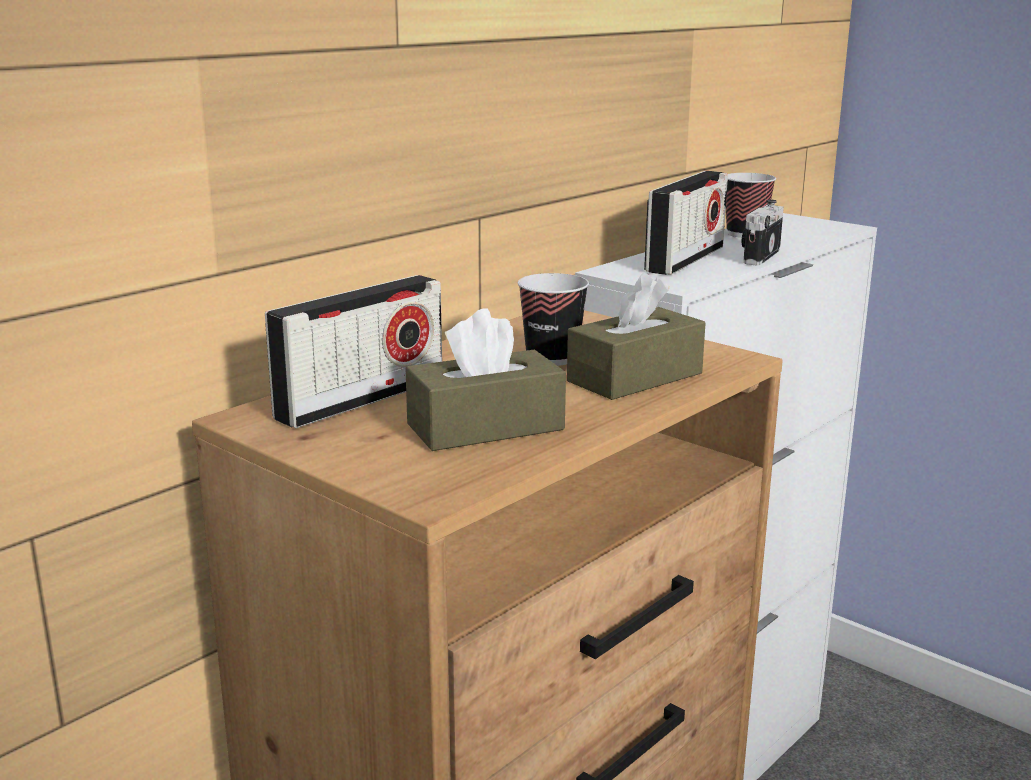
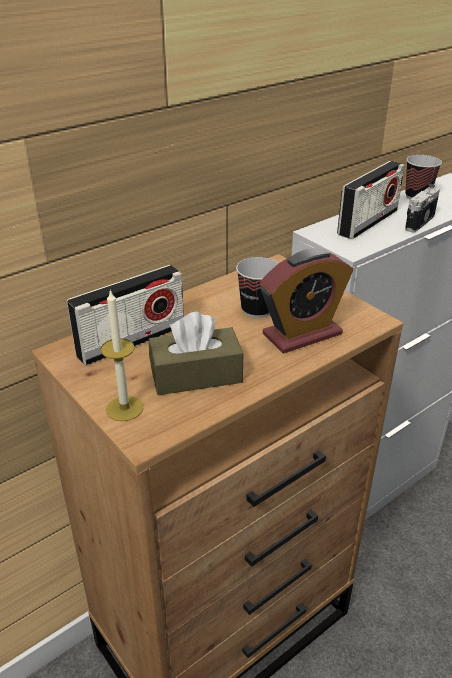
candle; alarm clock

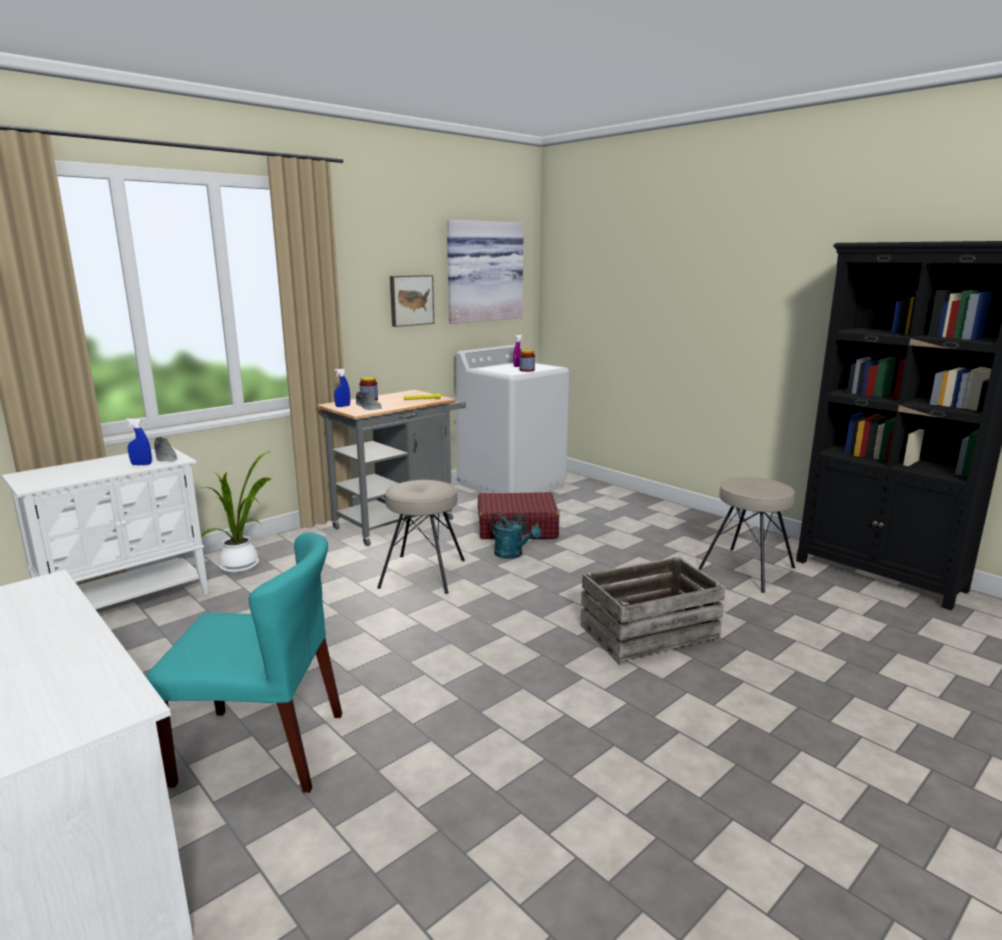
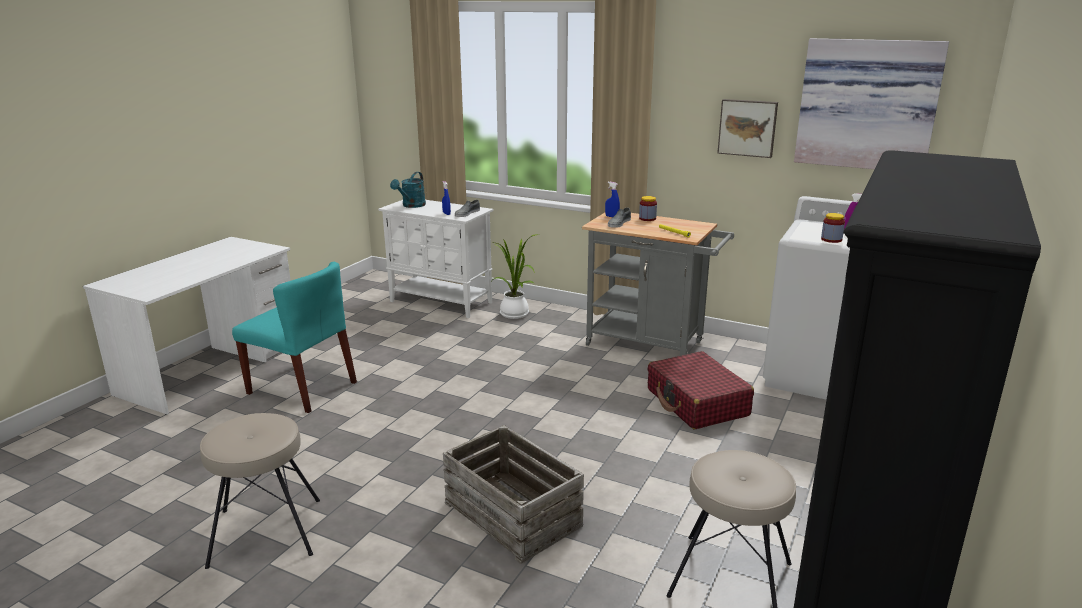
beige stool (no. 1 from left); turquoise chair; turquoise watering can

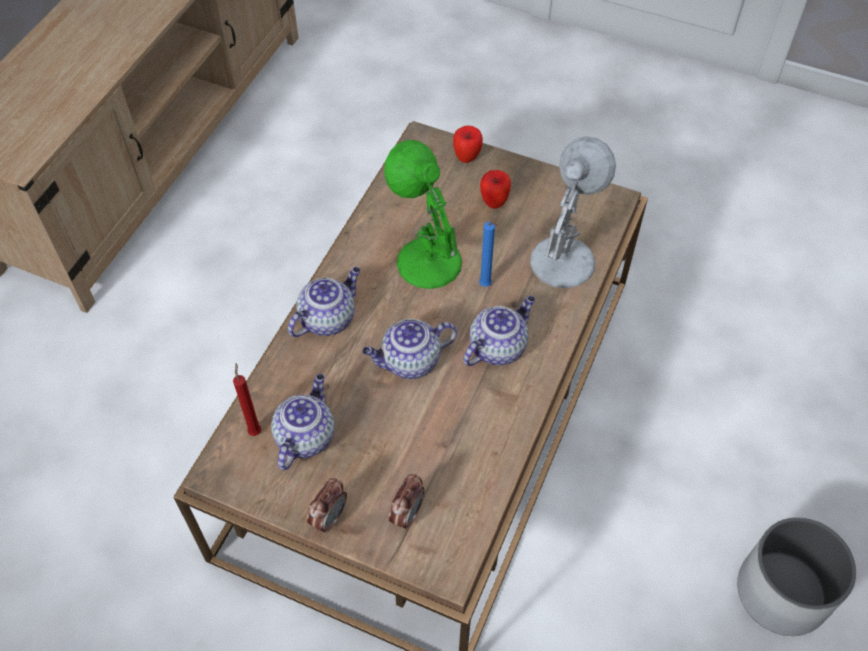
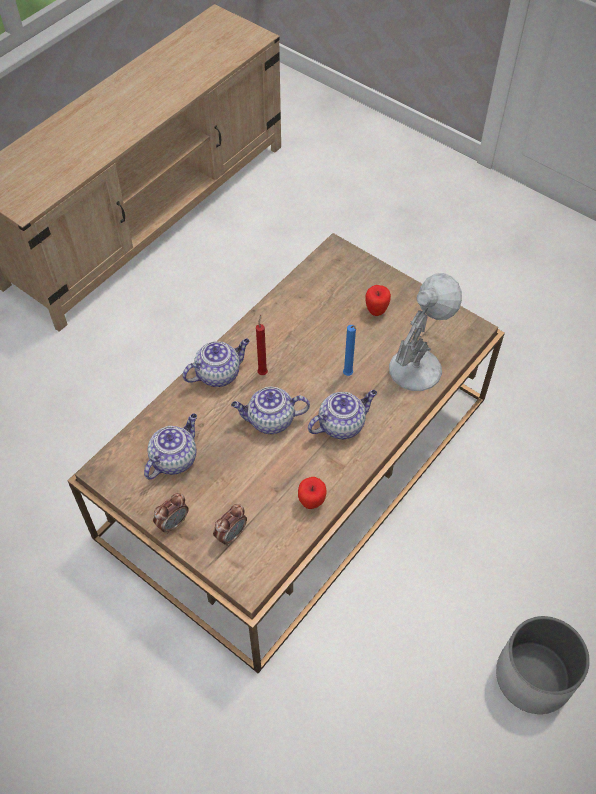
red candle; apple (no. 1 from left); green table lamp

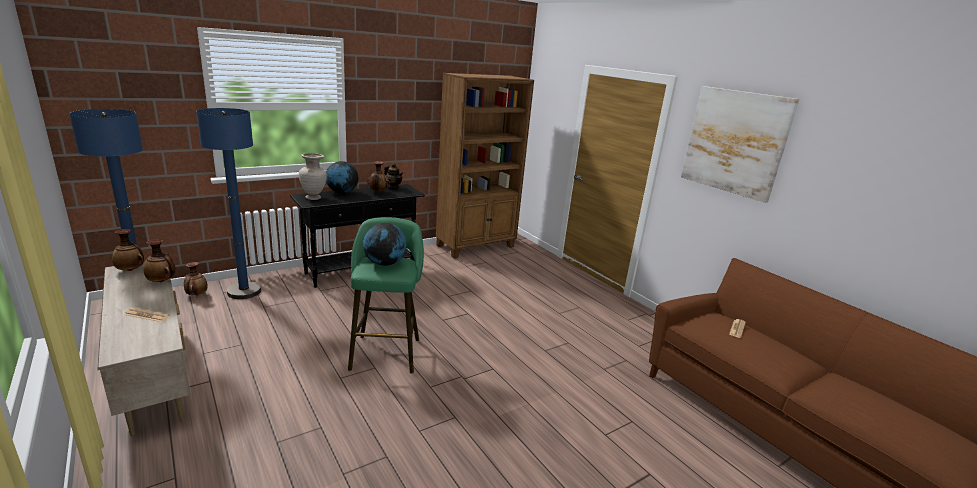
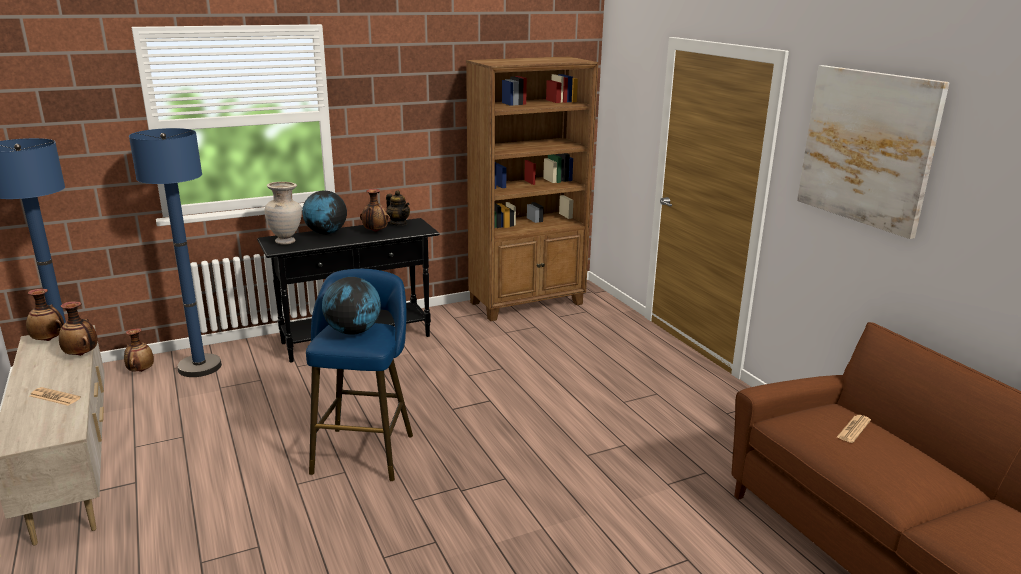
blue stool

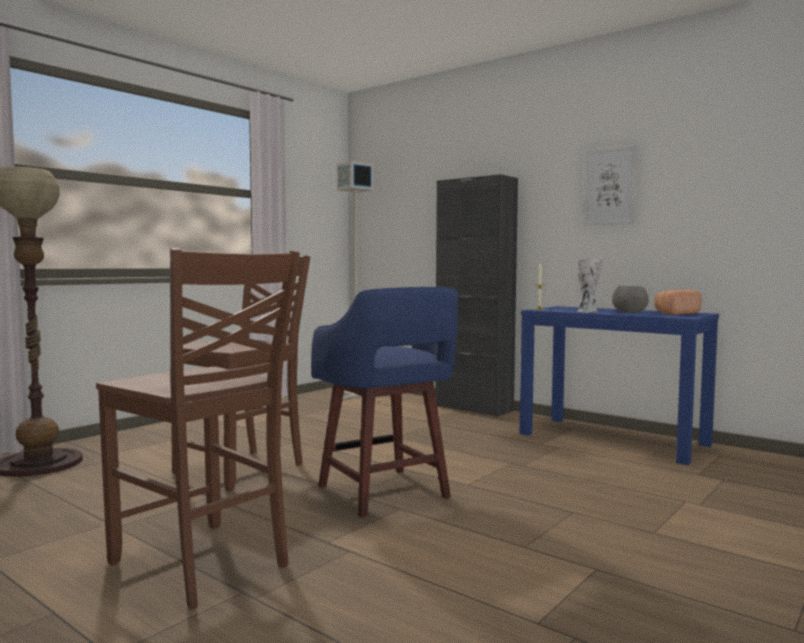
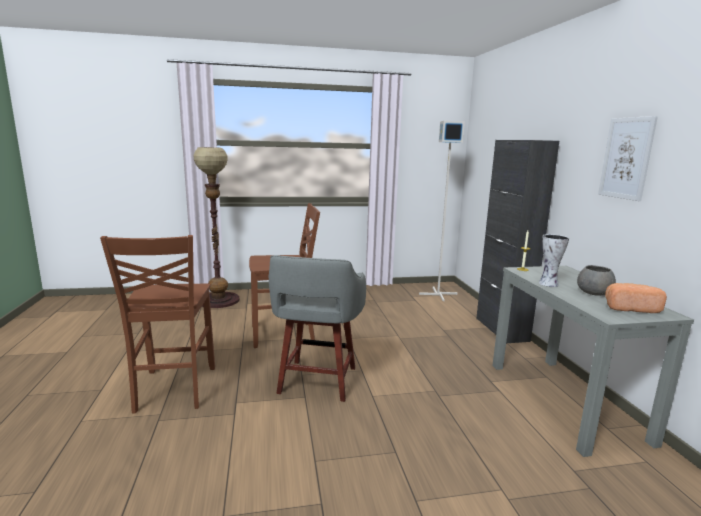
grey stool; grey console table

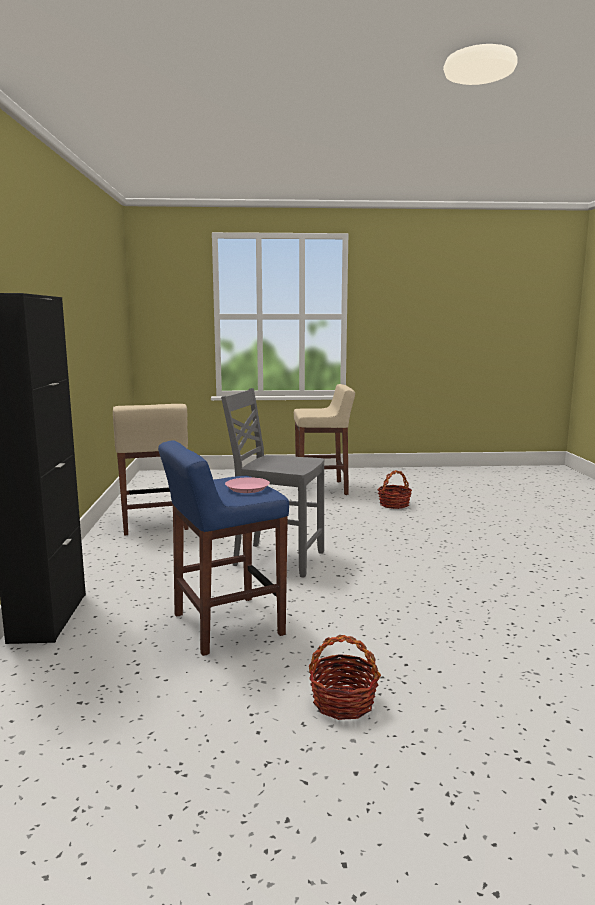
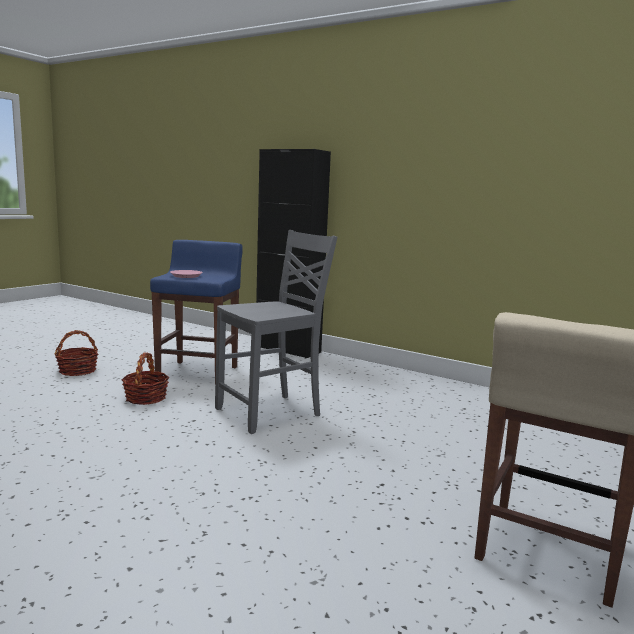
basket (no. 2 from left); beige stool (no. 1 from left in the first image)

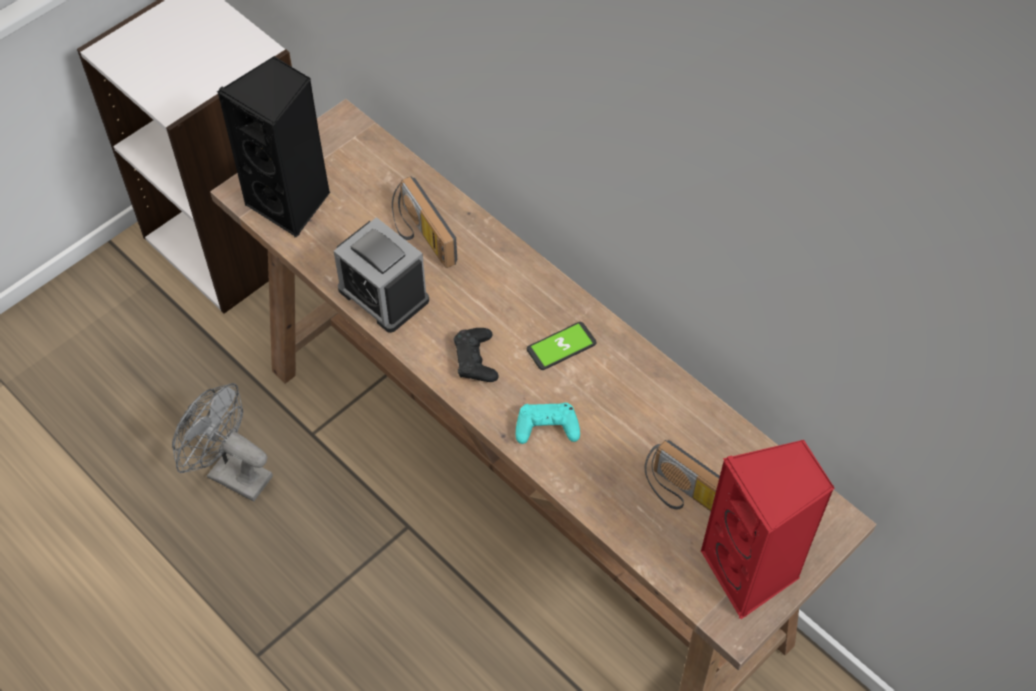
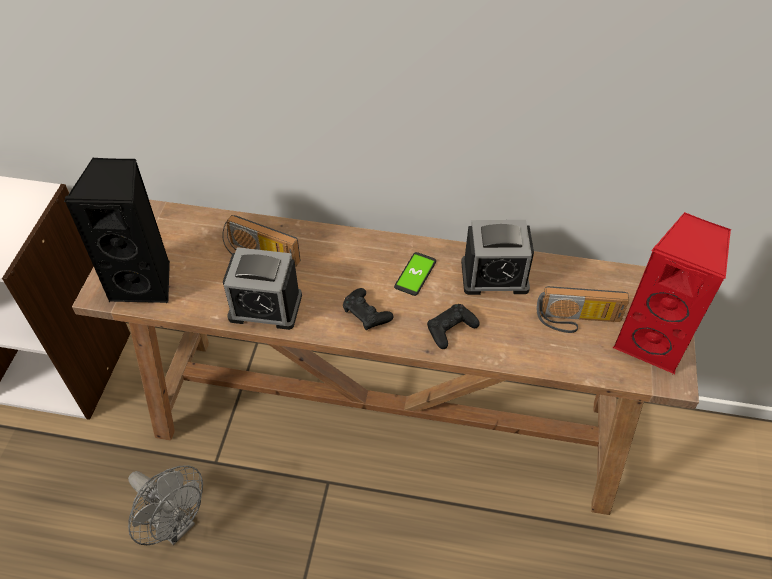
grey fan; black game controller (no. 2 from left); alarm clock (no. 2 from left)

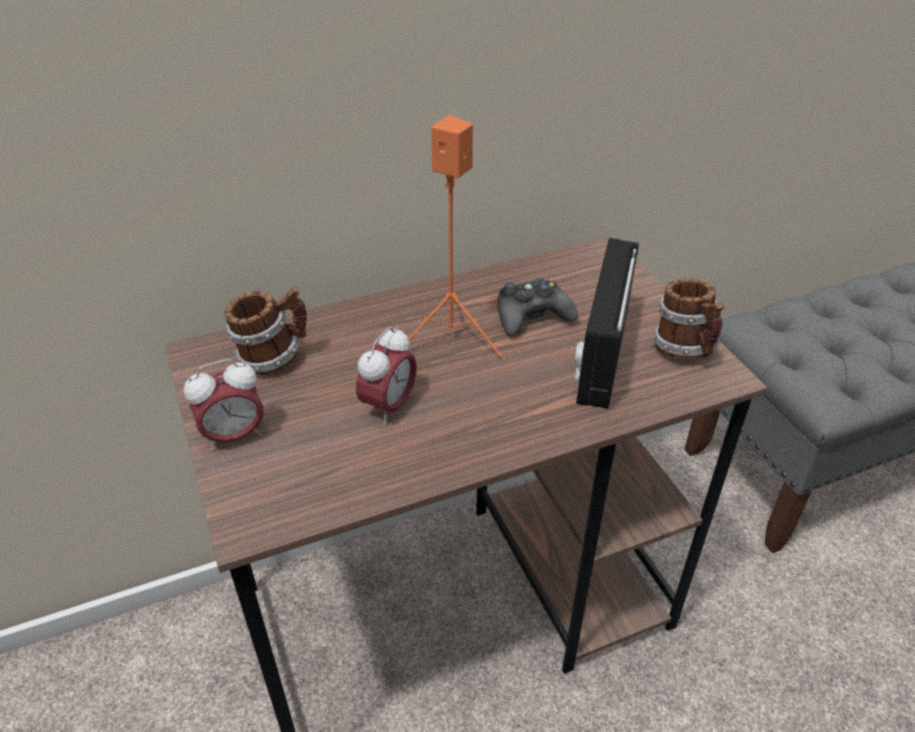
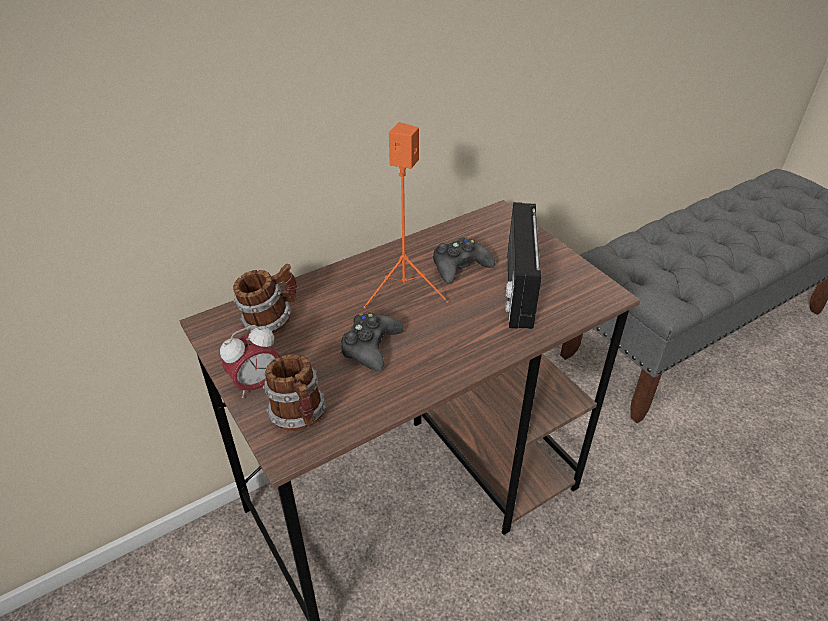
mug (no. 2 from left); black game controller (no. 1 from left)

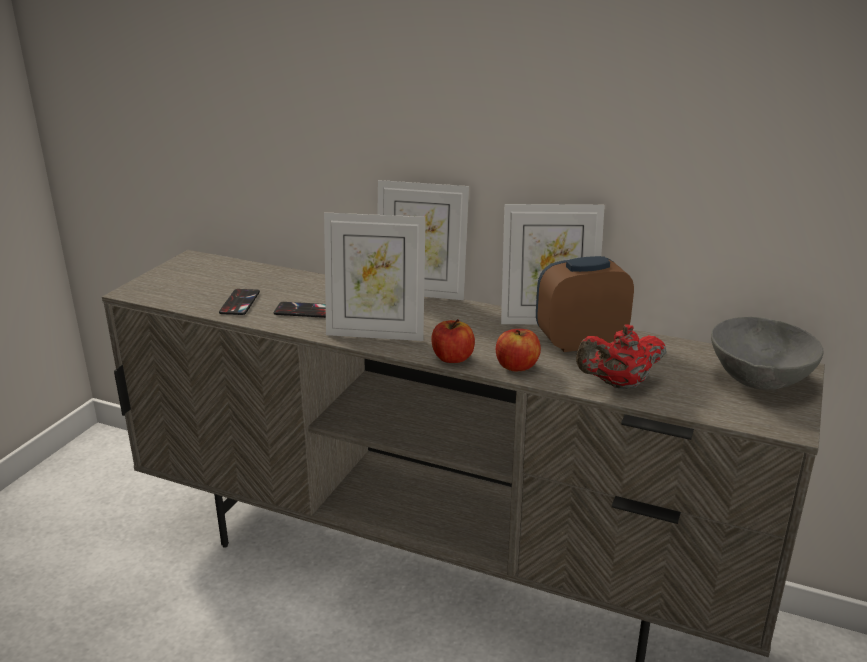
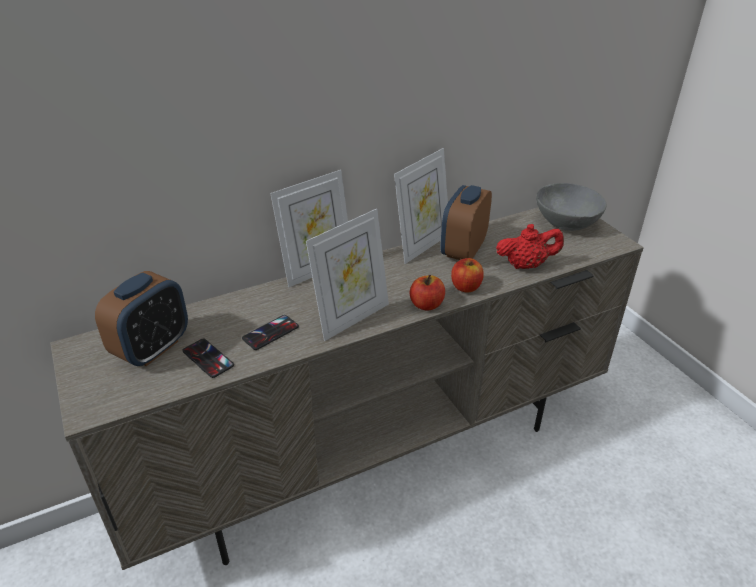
alarm clock (no. 1 from left); red teapot

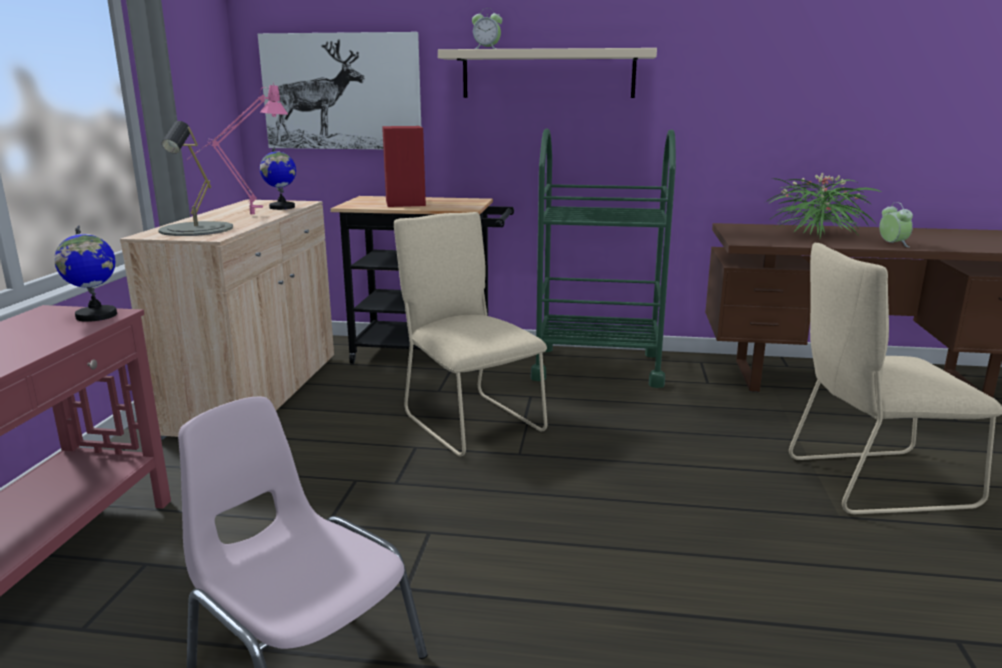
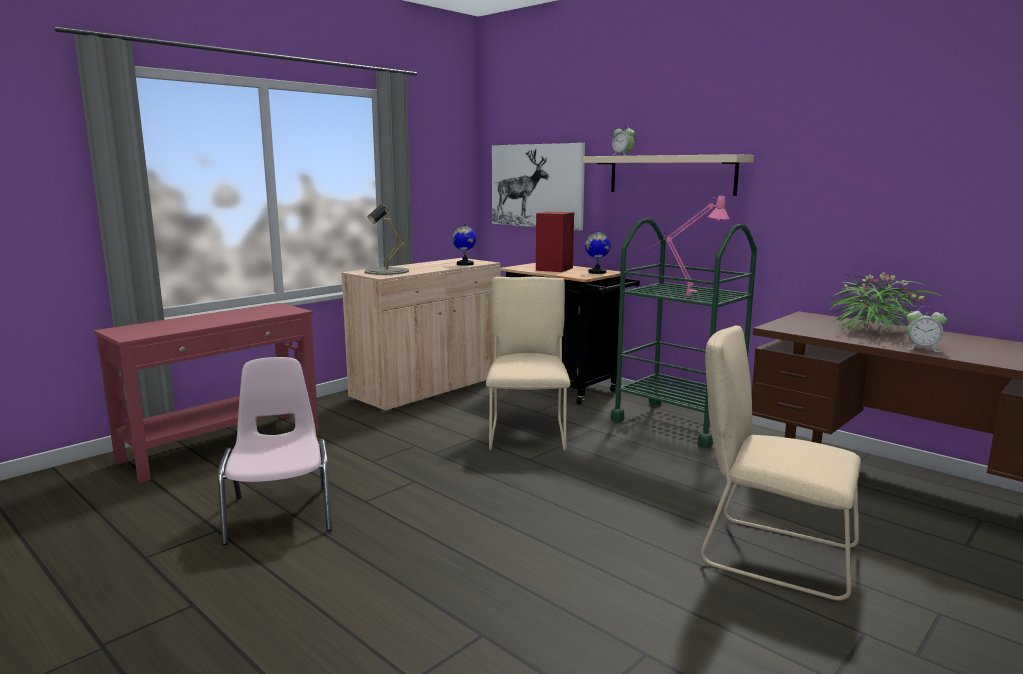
globe (no. 2 from left); pink table lamp; alarm clock (no. 2 from left)

